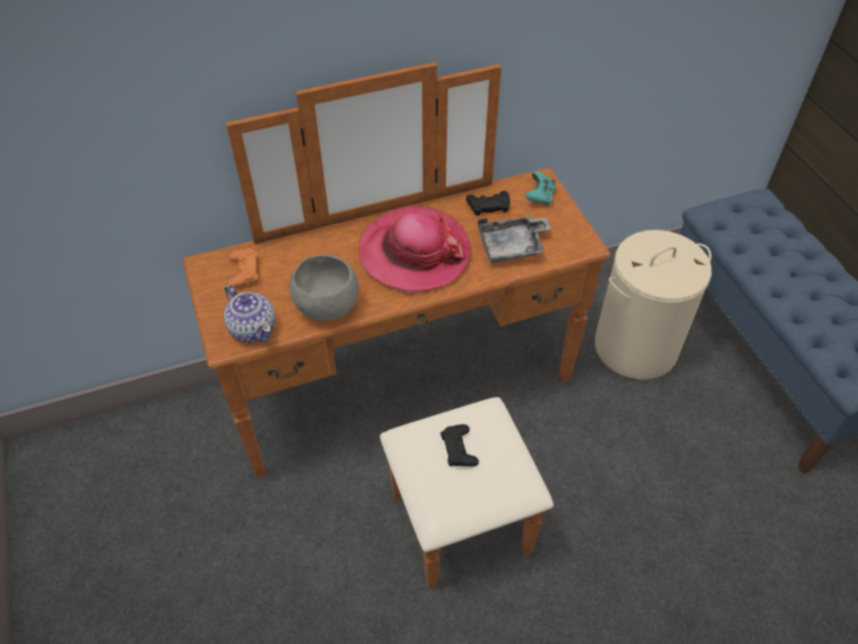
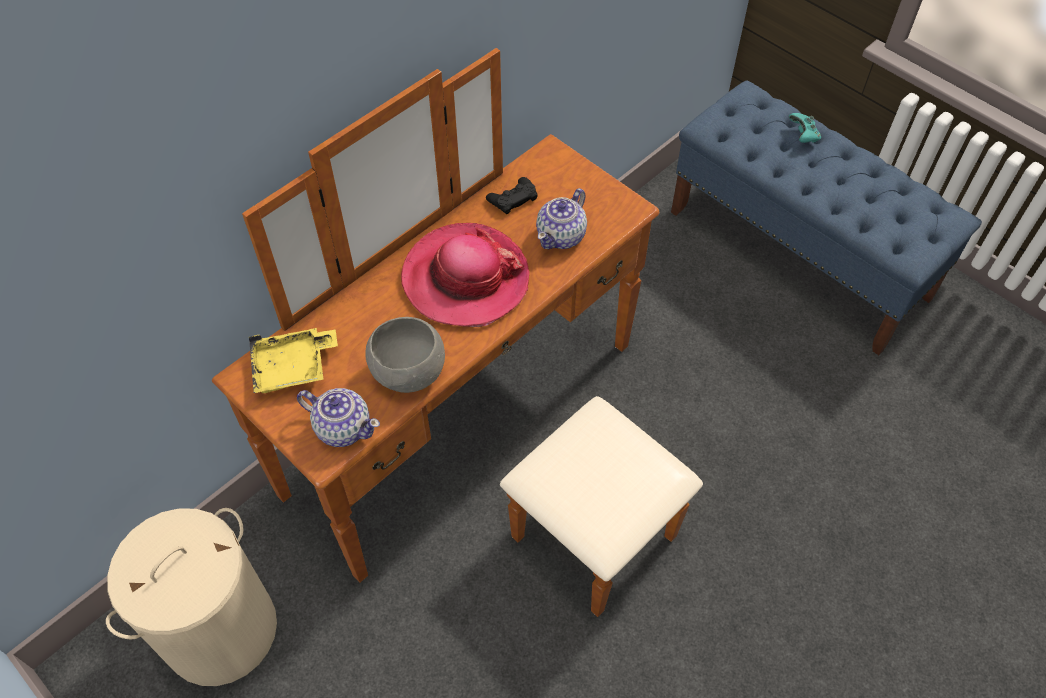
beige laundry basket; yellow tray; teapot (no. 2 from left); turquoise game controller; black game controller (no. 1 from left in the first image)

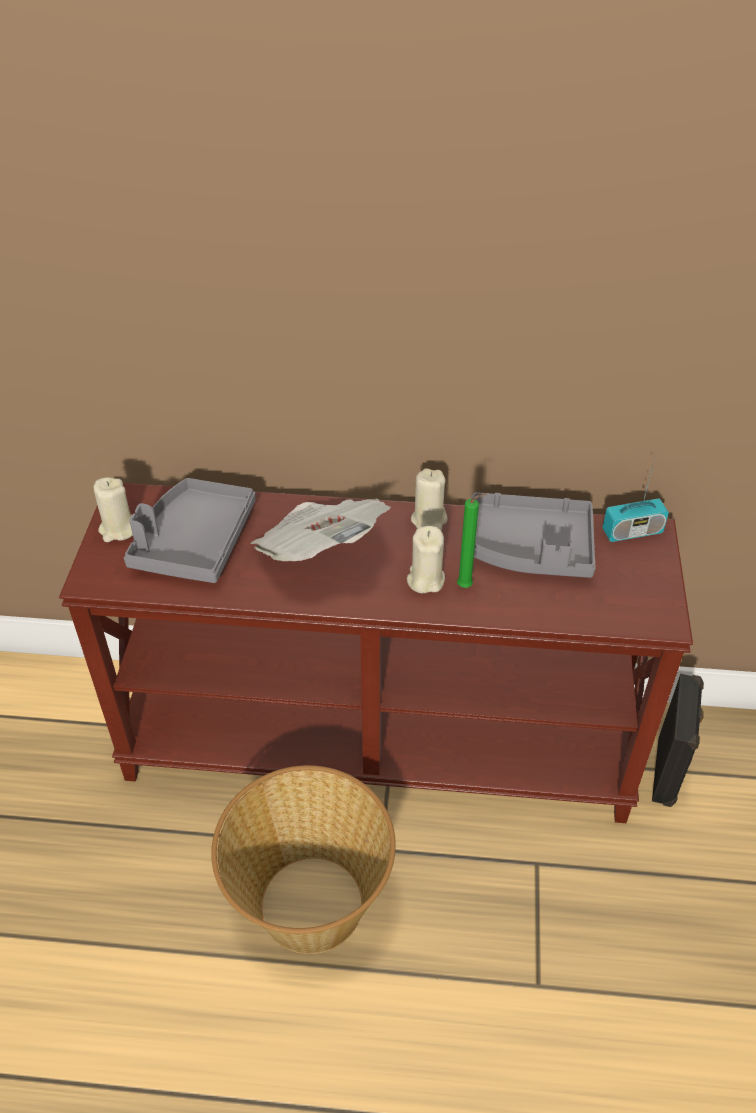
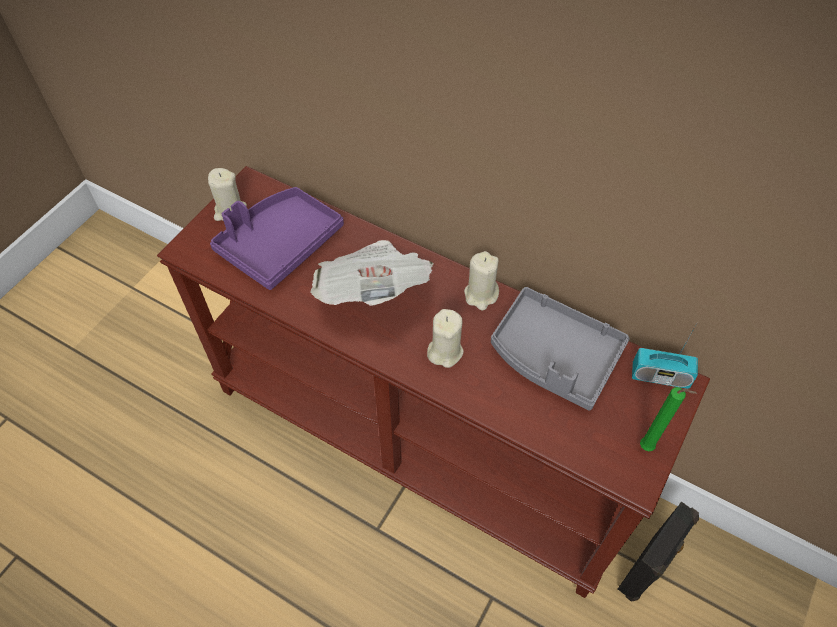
purple tray; green candle; basket

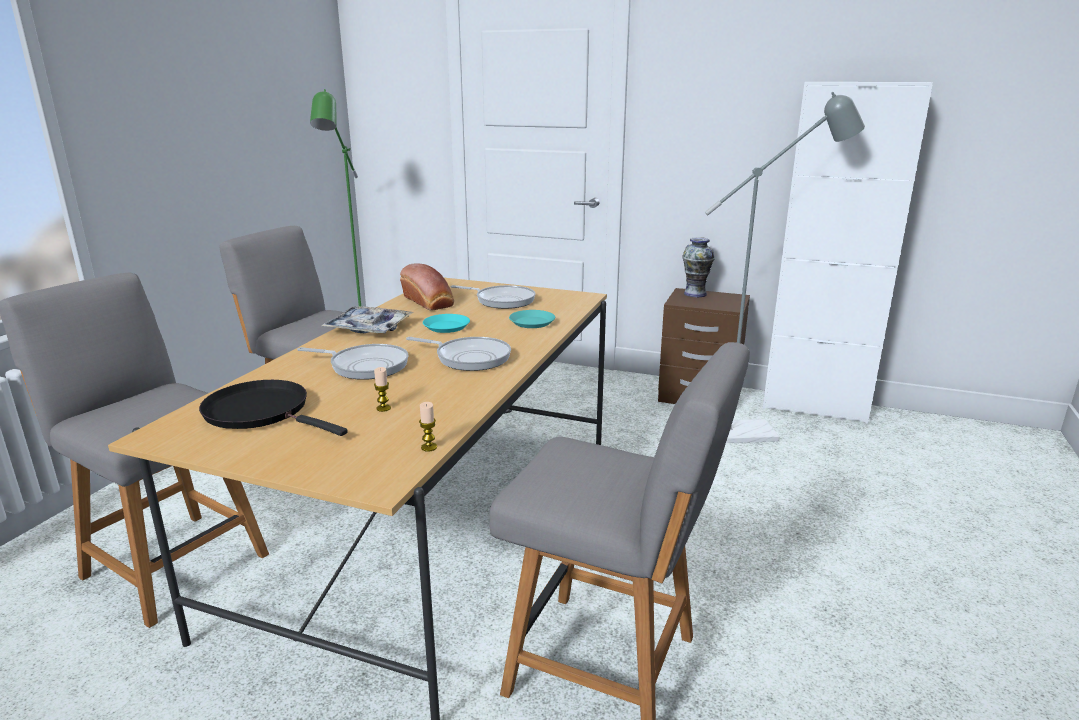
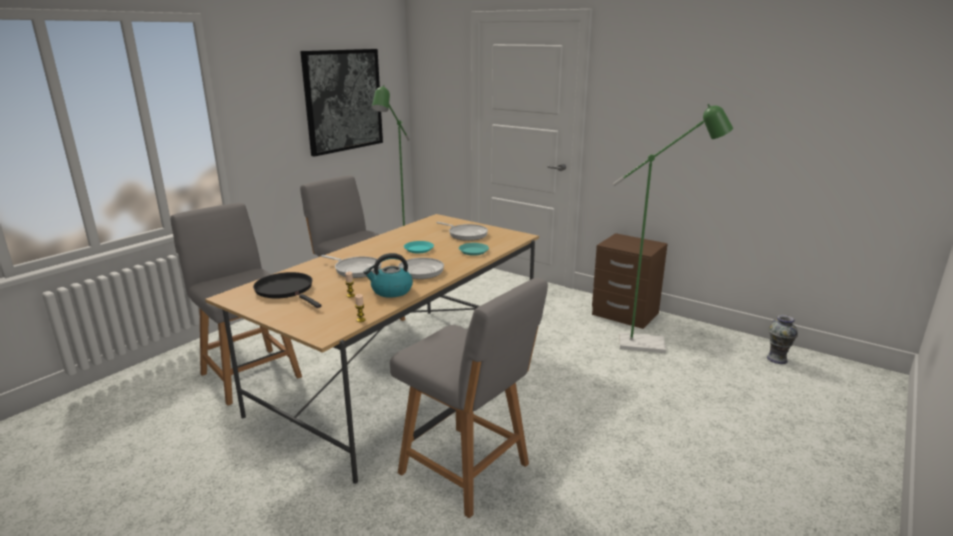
picture; kettle; green floor lamp (no. 2 from left); vase; tray; bread; white cabinet

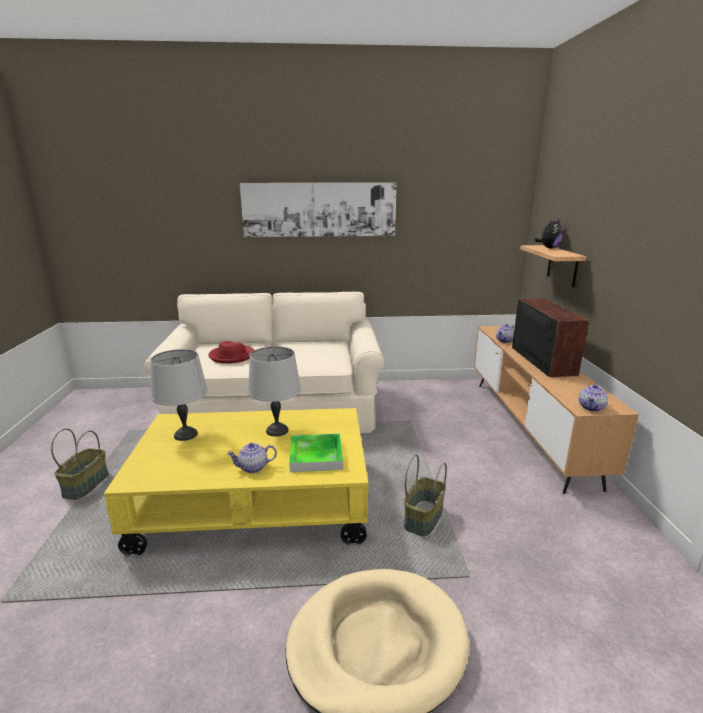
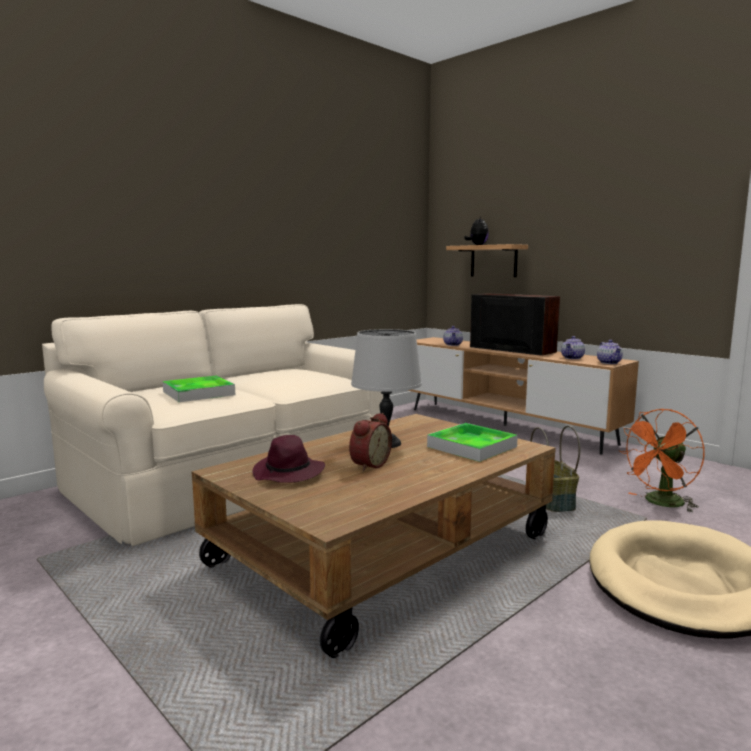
tray (no. 1 from left); brown coffee table; purple hat; alarm clock; teapot (no. 2 from left); orange fan; basket (no. 1 from left in the first image); picture

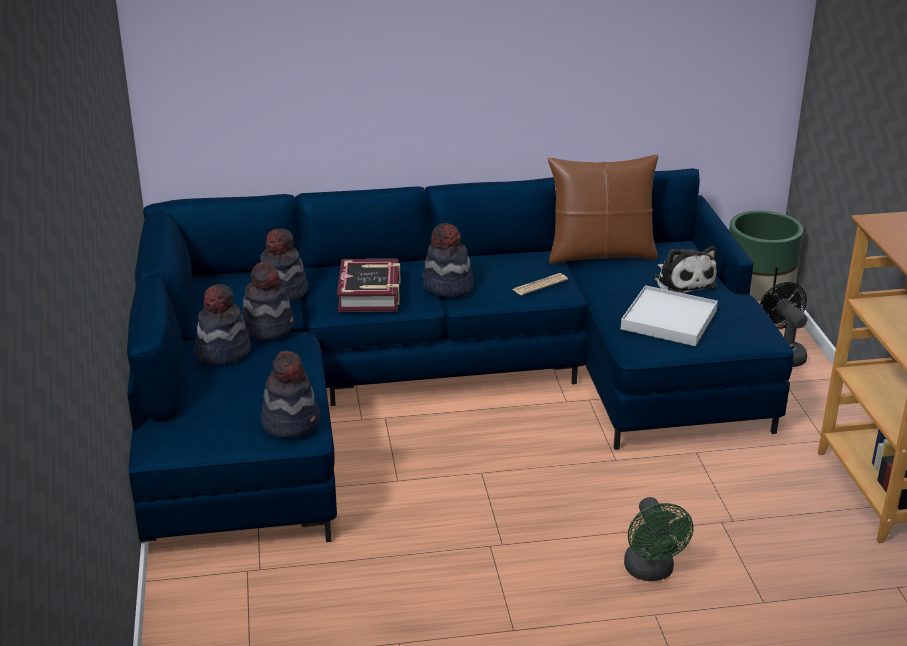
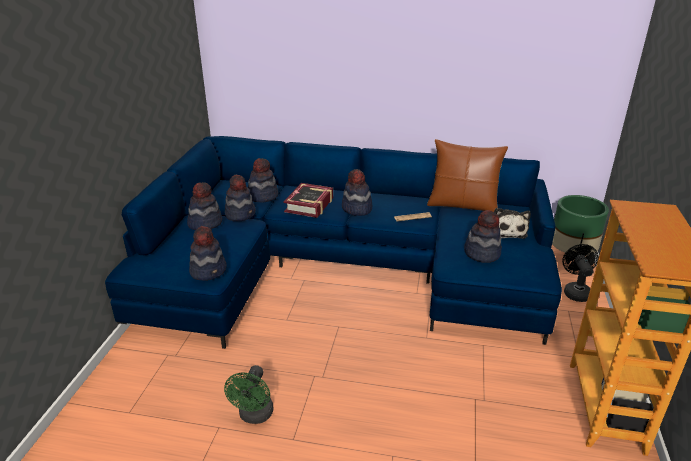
green fan; hat (no. 6 from left)

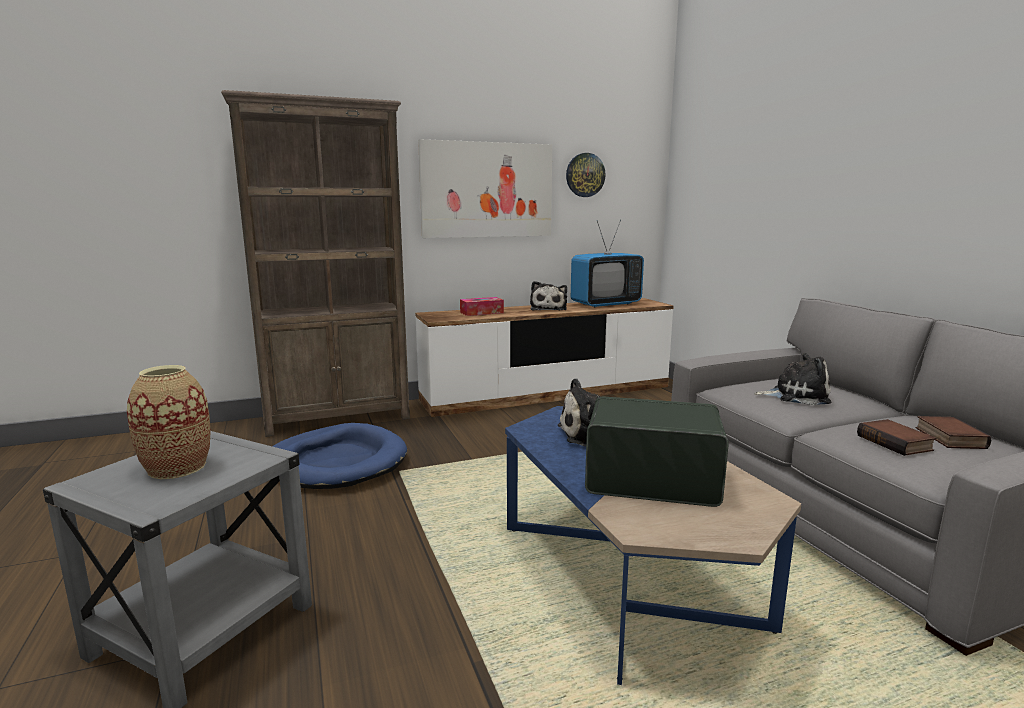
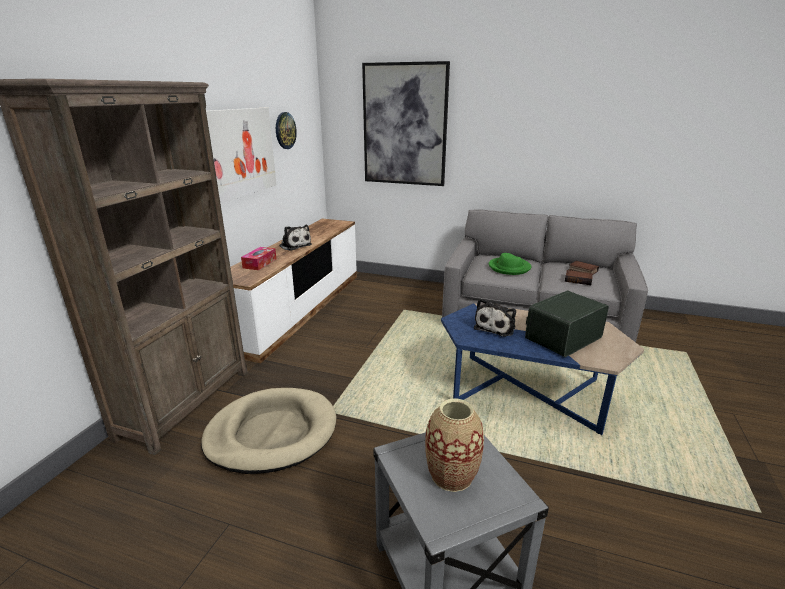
beige dog bed; picture (no. 2 from left); green hat; television

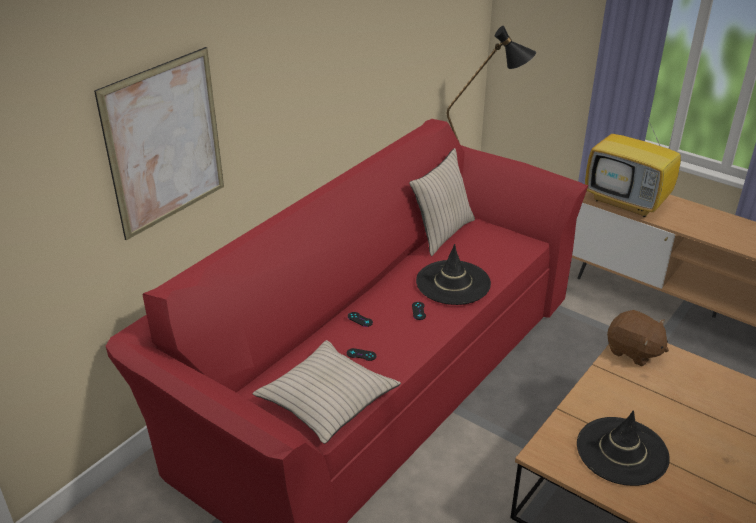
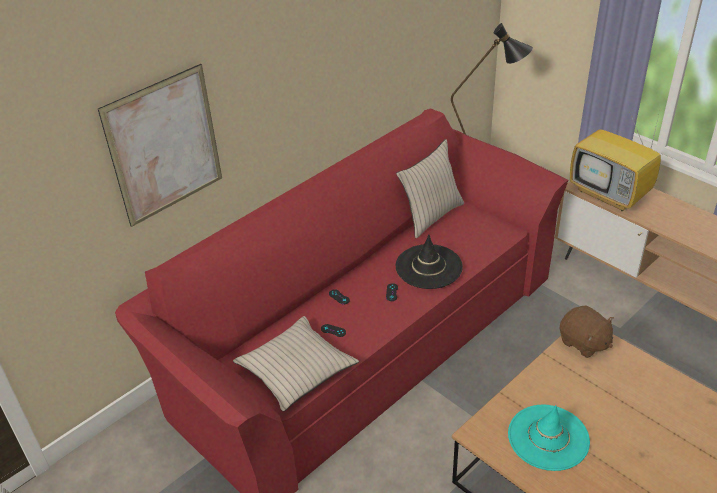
turquoise hat

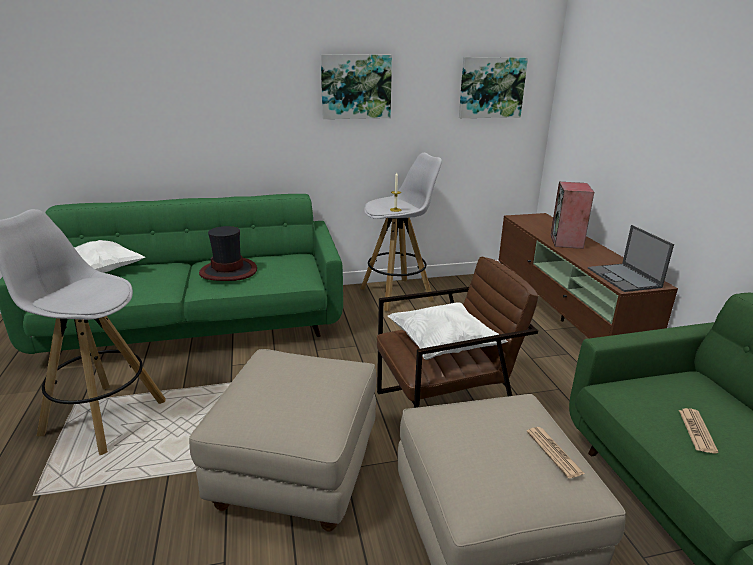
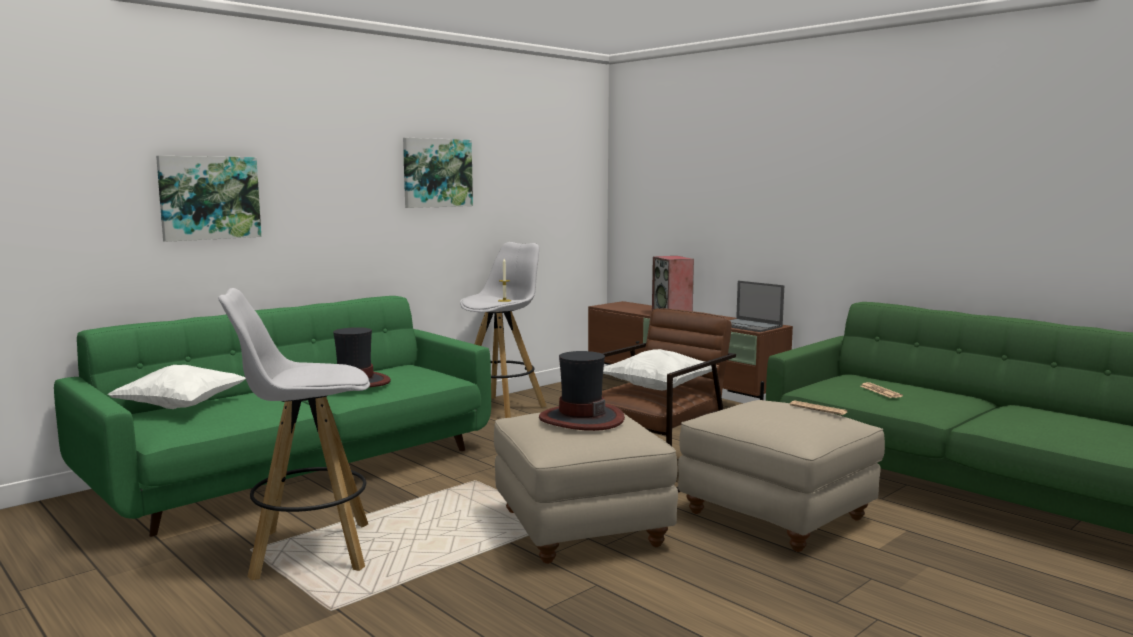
picture (no. 1 from left); hat (no. 2 from left)

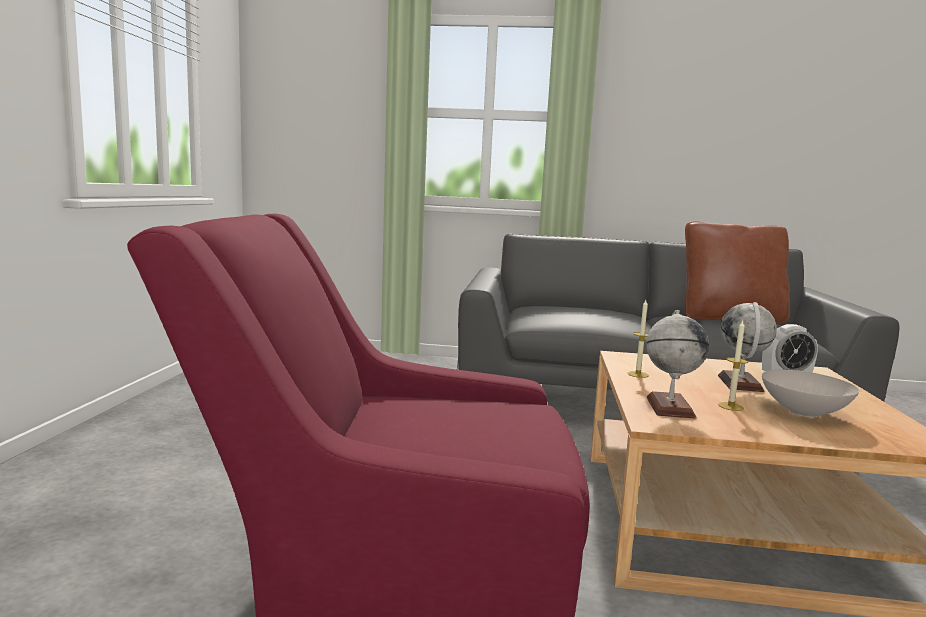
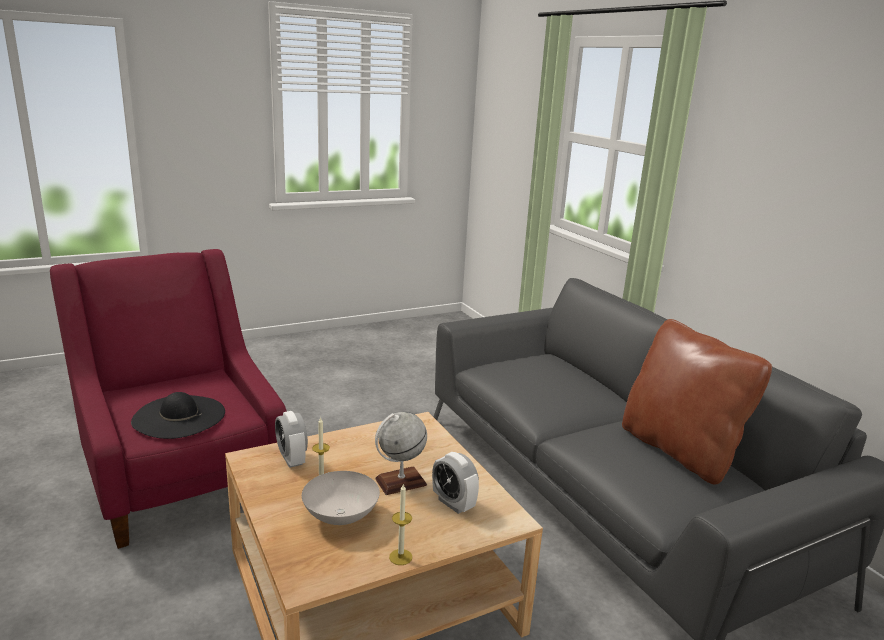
black hat; alarm clock (no. 1 from left); candle (no. 2 from left)

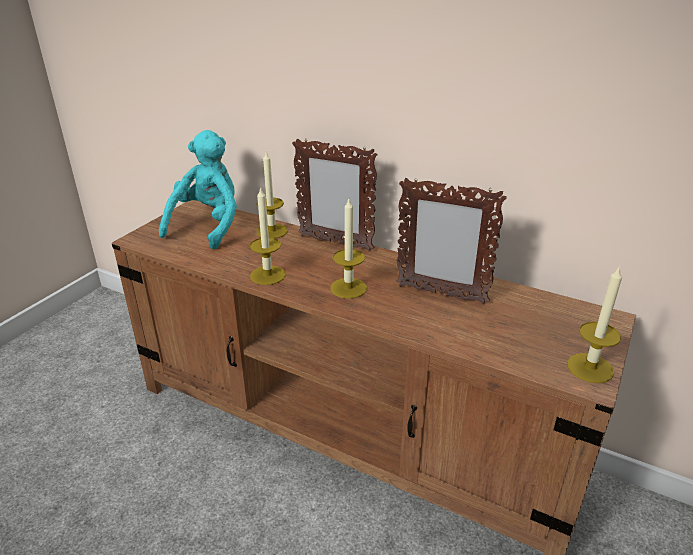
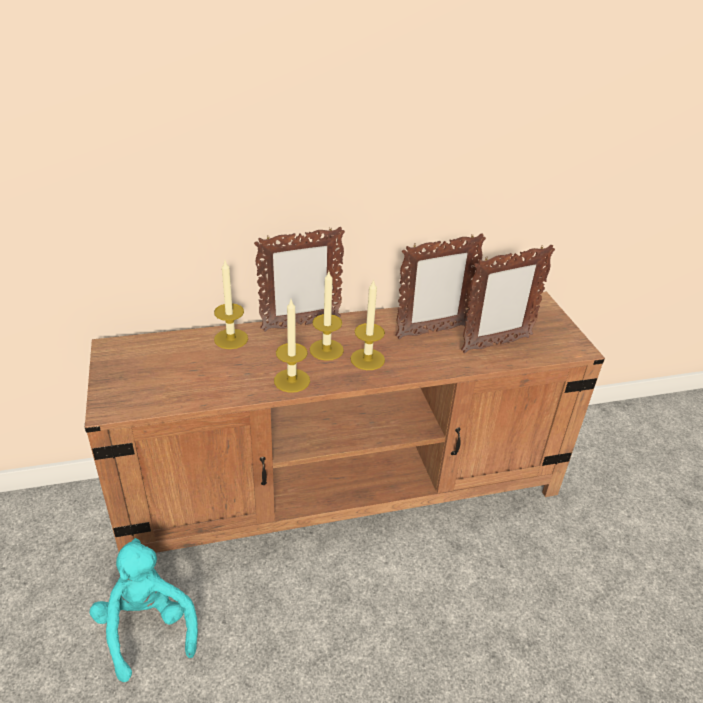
turquoise plush toy; candle (no. 3 from left); picture frame (no. 3 from left)

